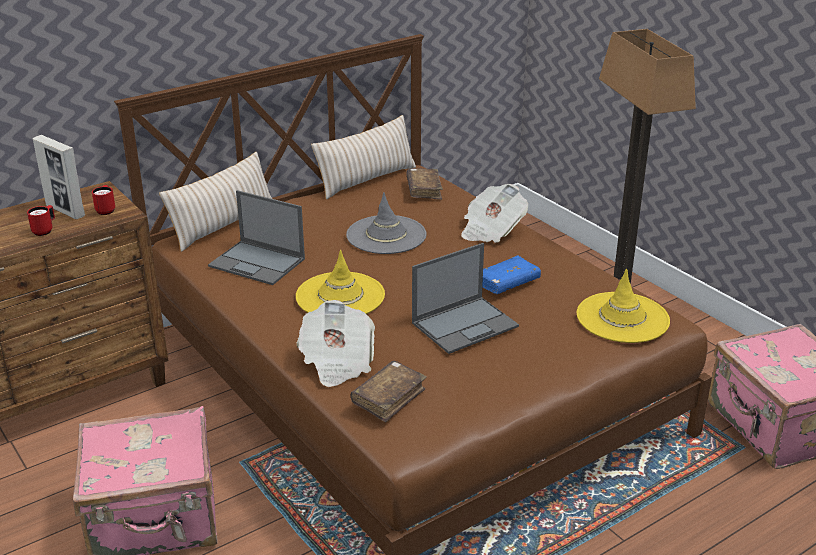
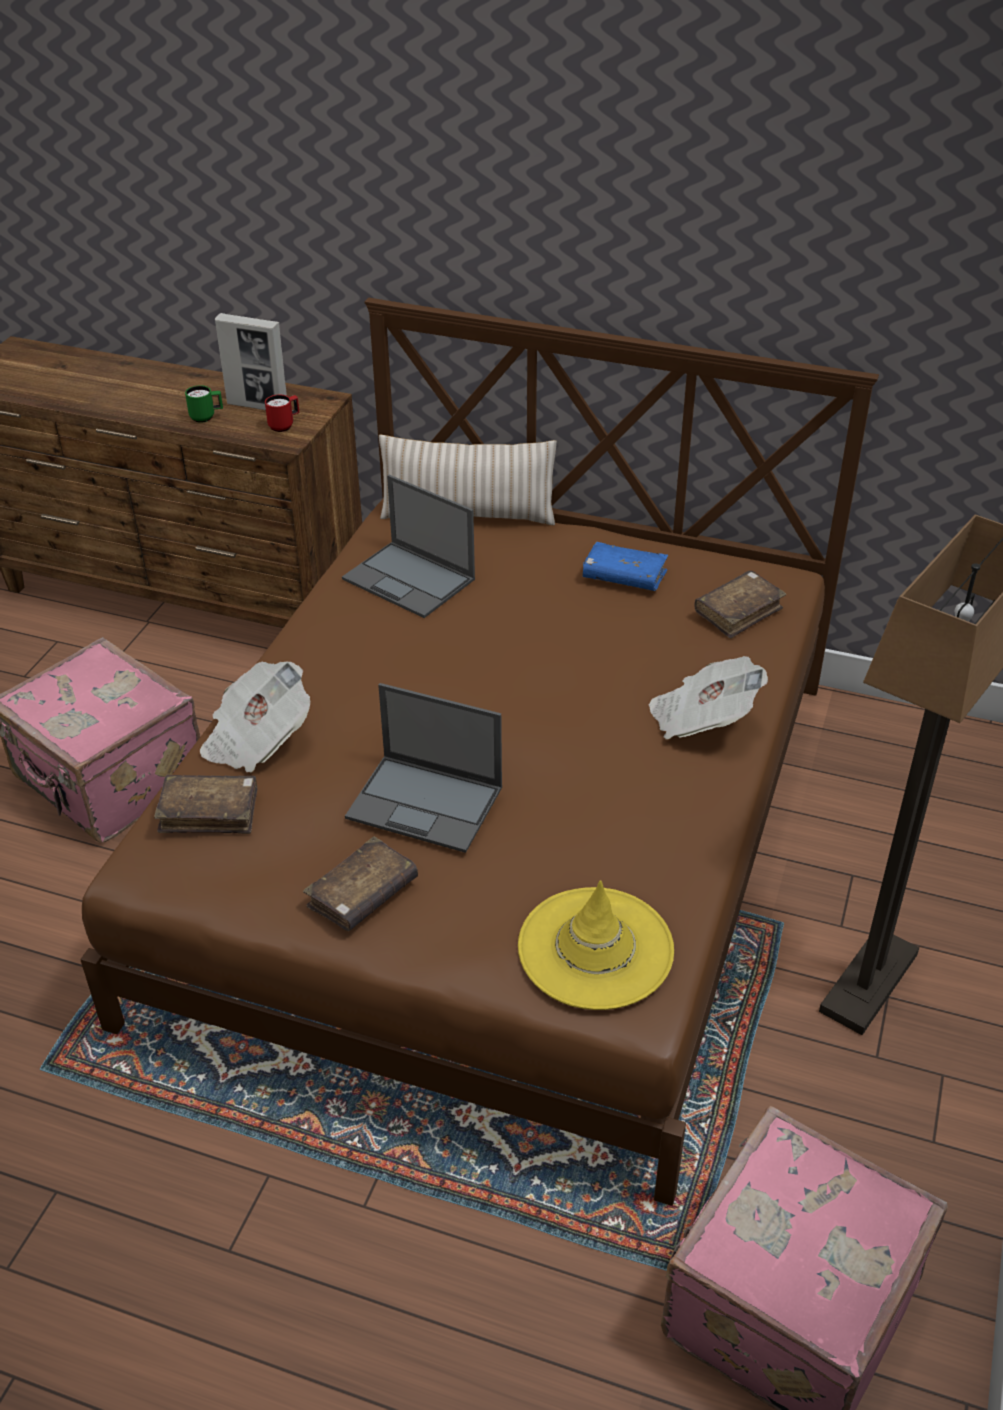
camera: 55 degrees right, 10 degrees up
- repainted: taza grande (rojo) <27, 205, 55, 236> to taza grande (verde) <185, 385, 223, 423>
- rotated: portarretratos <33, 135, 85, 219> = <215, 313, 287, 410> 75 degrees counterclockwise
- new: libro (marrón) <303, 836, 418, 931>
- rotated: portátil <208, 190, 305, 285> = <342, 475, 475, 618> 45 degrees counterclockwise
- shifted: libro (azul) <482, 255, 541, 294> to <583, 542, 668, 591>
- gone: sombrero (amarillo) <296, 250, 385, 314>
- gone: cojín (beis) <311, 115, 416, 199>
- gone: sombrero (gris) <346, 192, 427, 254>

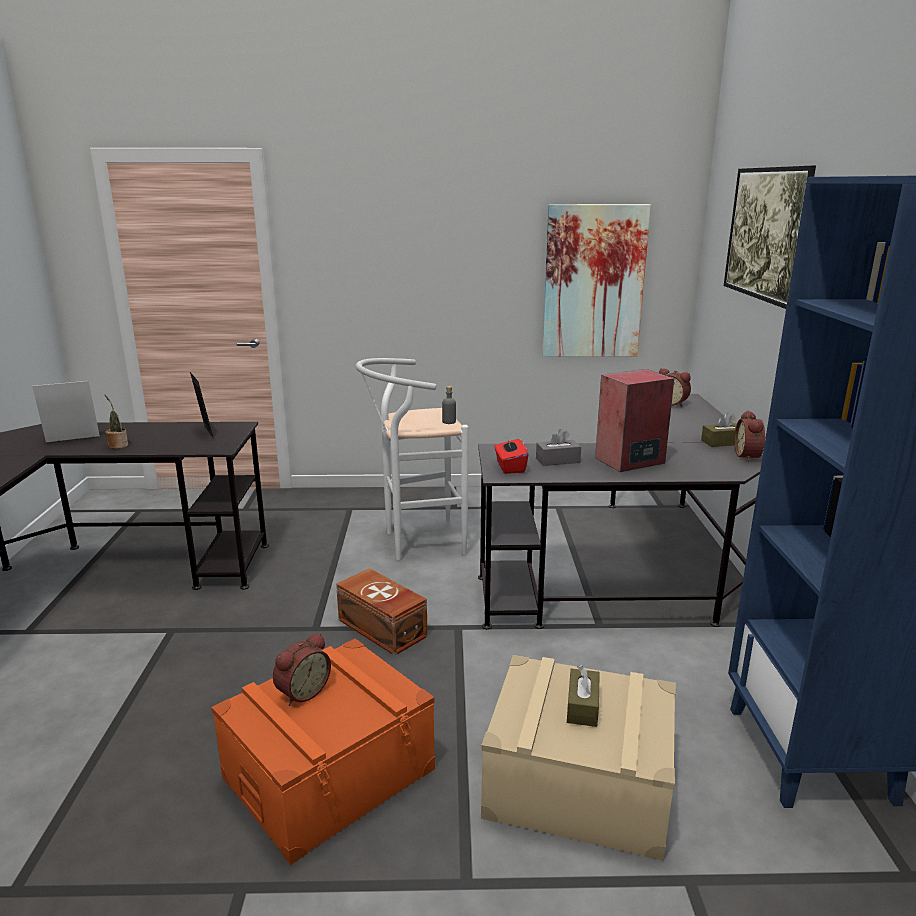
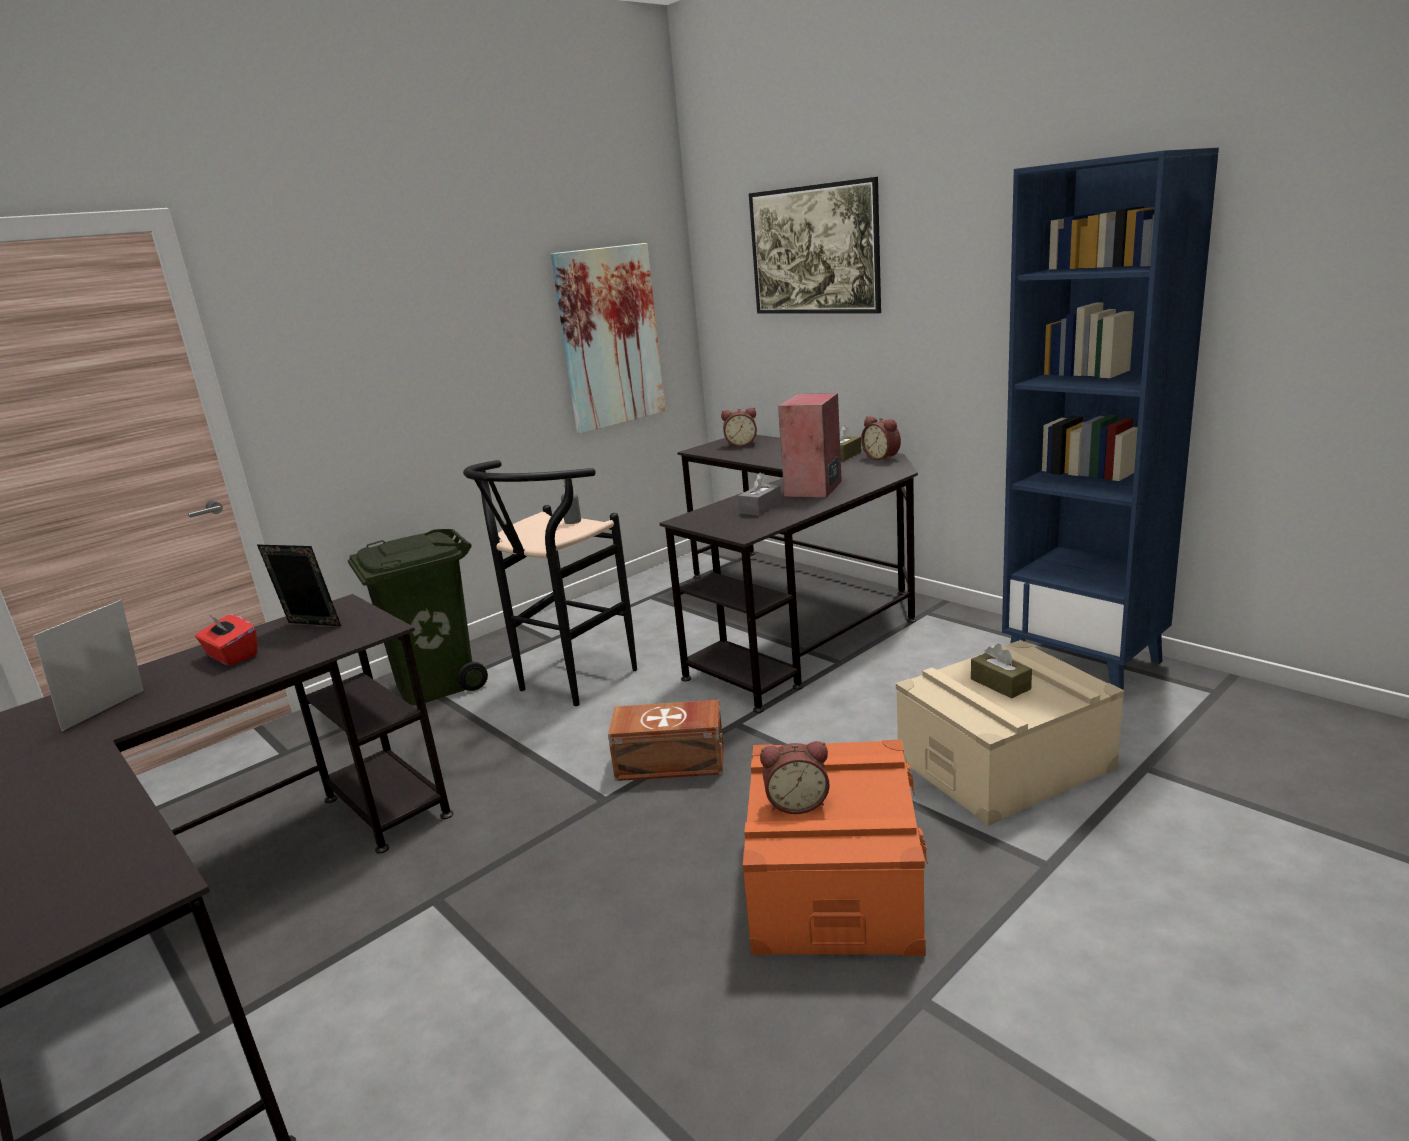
camera: 40 degrees left, 0 degrees up
- shifted: caja de pañuelos (rojo) <494, 438, 528, 474> to <195, 614, 257, 666>
- new: papelera (verde) <348, 529, 488, 705>
- repainted: taburete (blanco) <356, 358, 469, 560> to taburete (negro) <463, 460, 637, 706>
- rotated: despertador <273, 633, 331, 706> = <760, 741, 830, 814> 90 degrees clockwise
- gone: planta en maceta <105, 395, 128, 449>

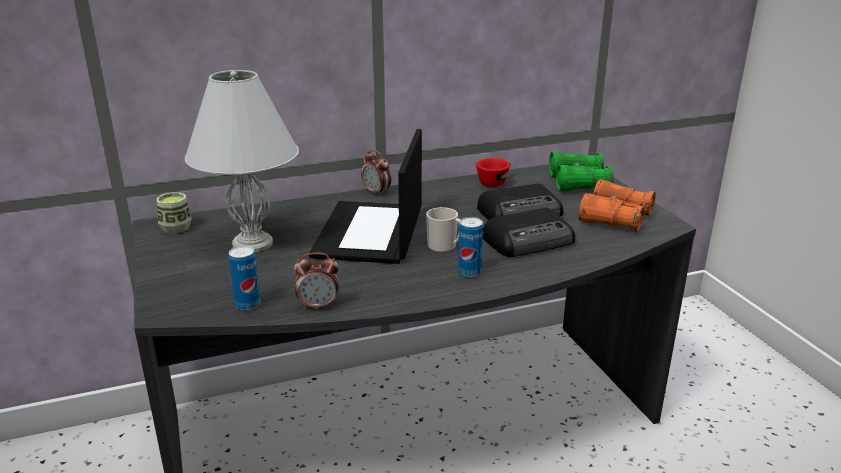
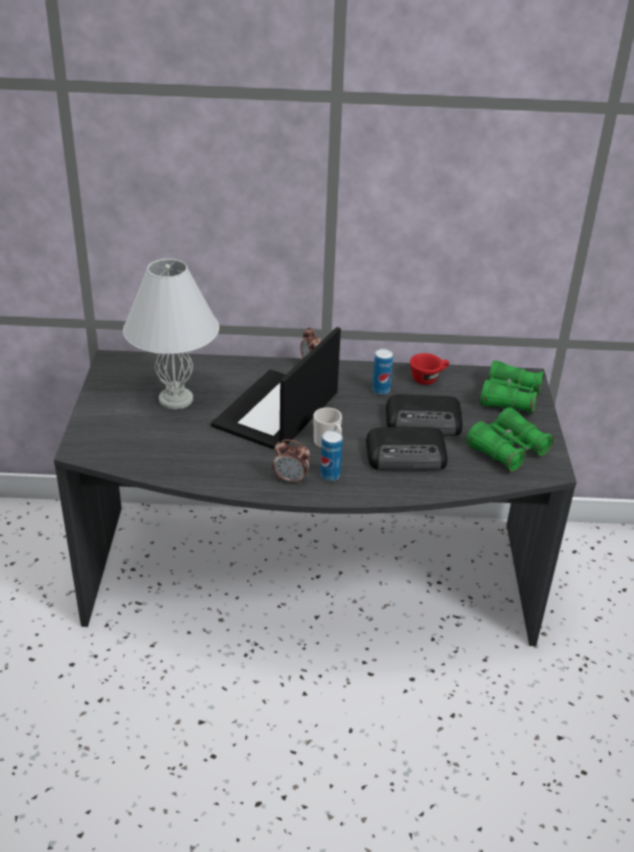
camera: 20 degrees right, 10 degrees up
- shifted: despertador <294, 252, 339, 310> to <273, 439, 310, 484>
- shifted: lata <229, 246, 260, 310> to <372, 349, 393, 395>
- repainted: prismáticos (naranja) <579, 179, 656, 231> to prismáticos (verde) <467, 407, 554, 472>
- gone: taza <157, 192, 191, 234>

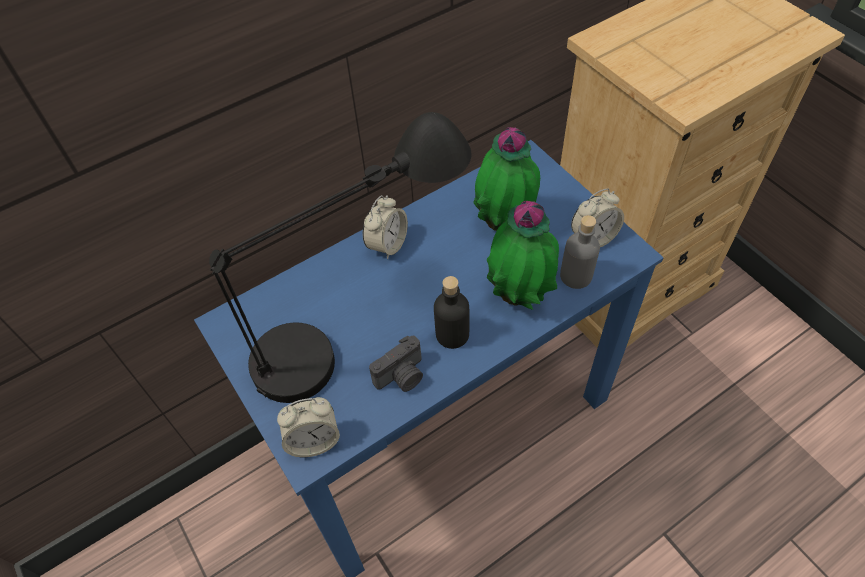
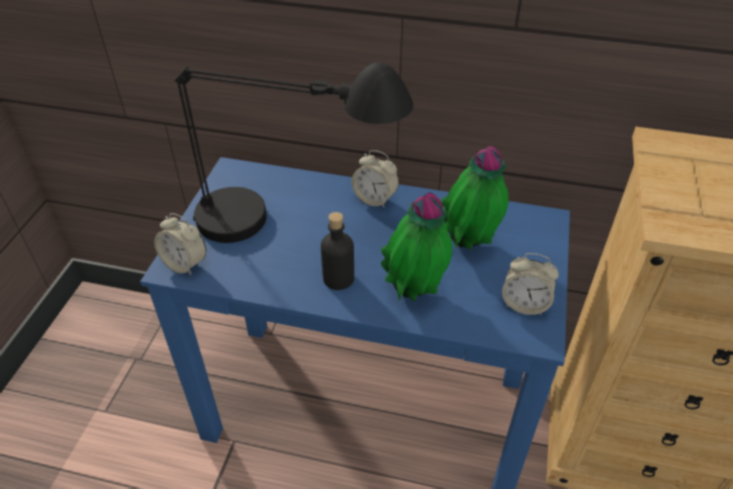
camera: 45 degrees right, 10 degrees down
- rotated: despertador <363, 195, 408, 259> = <352, 150, 399, 208> 45 degrees clockwise
- gone: cámara <369, 336, 423, 392>
- gone: botella (gris) <560, 215, 600, 289>

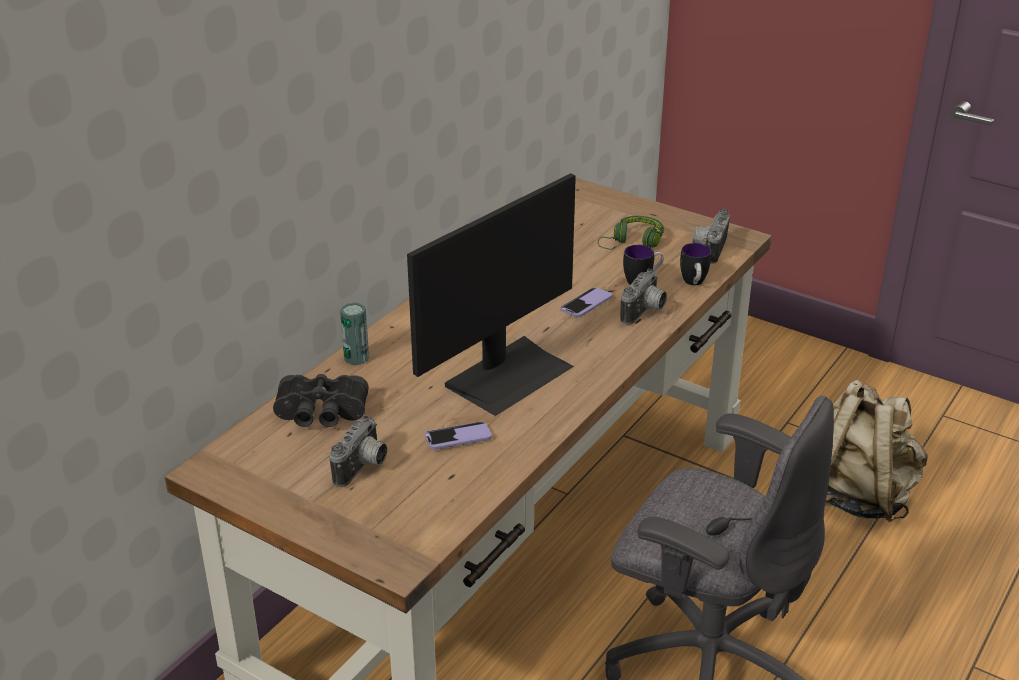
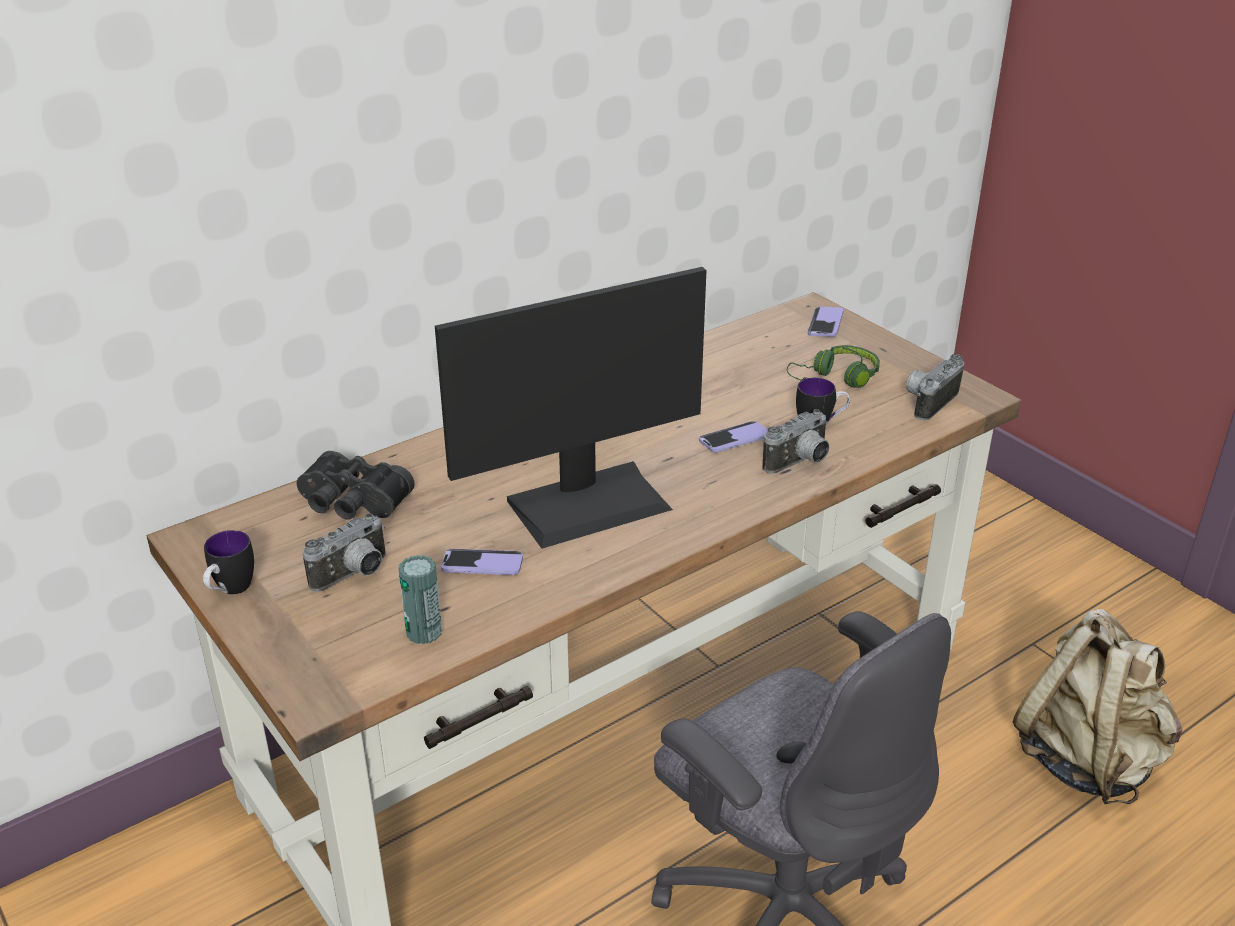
camera: 20 degrees right, 0 degrees up
- shifted: taza grande <680, 243, 711, 285> to <203, 530, 254, 594>
- shifted: lata <340, 302, 369, 365> to <398, 555, 442, 644>
- new: móvil <808, 307, 844, 337>

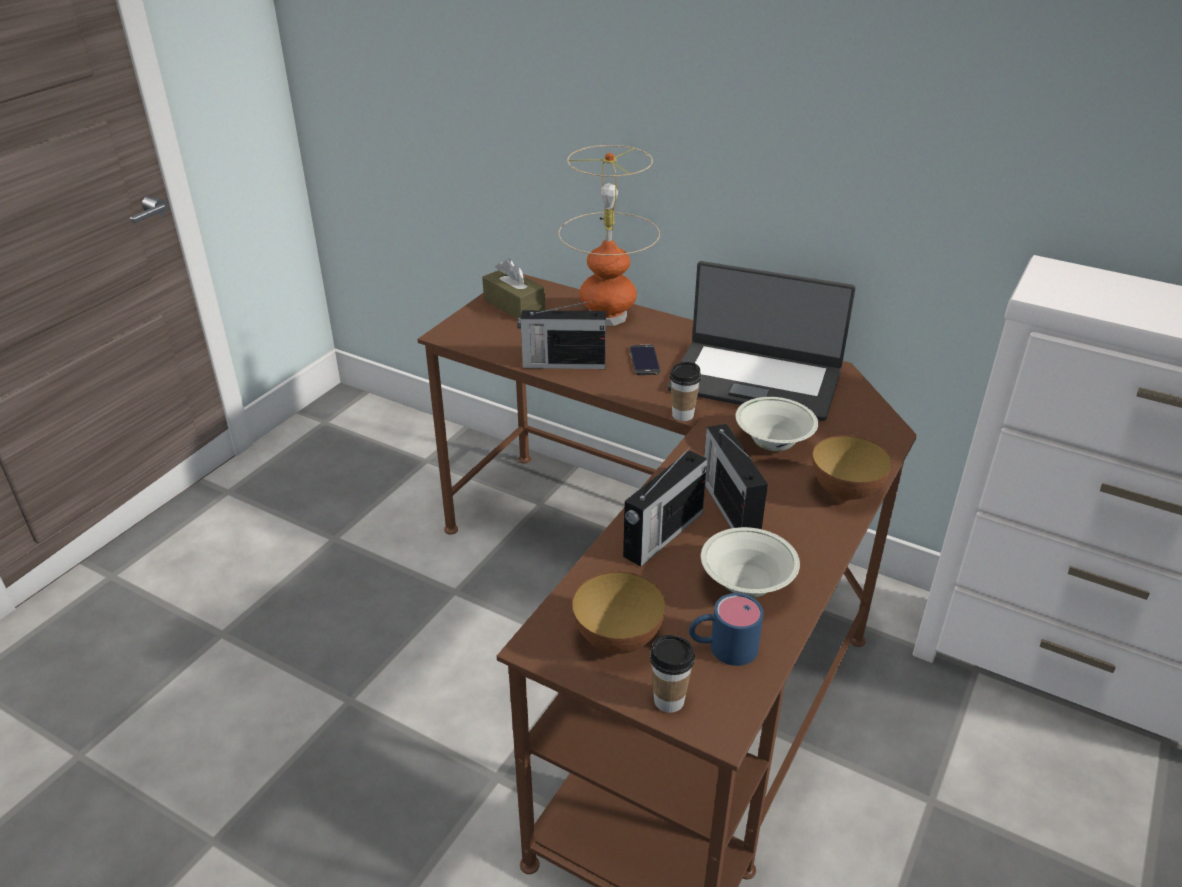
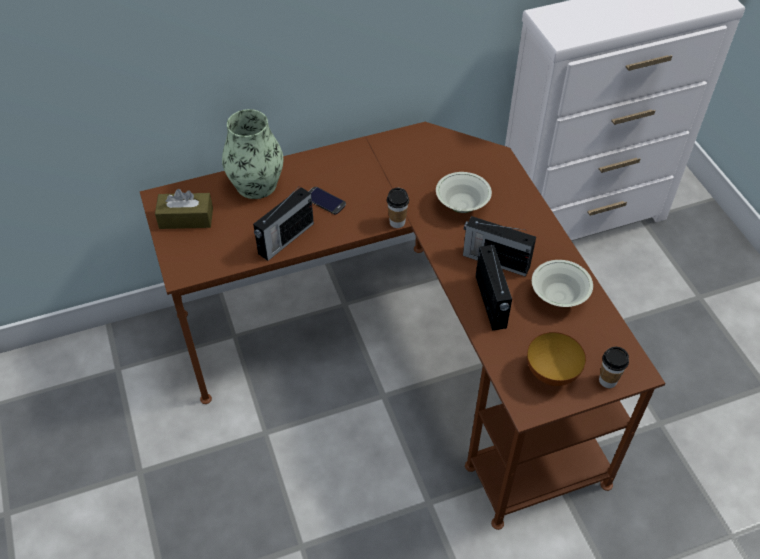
camera: 50 degrees left, 15 degrees up
- swapped: lámpara de mesa <558, 145, 660, 326> to florero <222, 109, 283, 199>
- gone: portátil <668, 261, 856, 421>
- gone: taza grande (azul) <689, 593, 764, 666>
- gone: cuenco <812, 435, 892, 501>

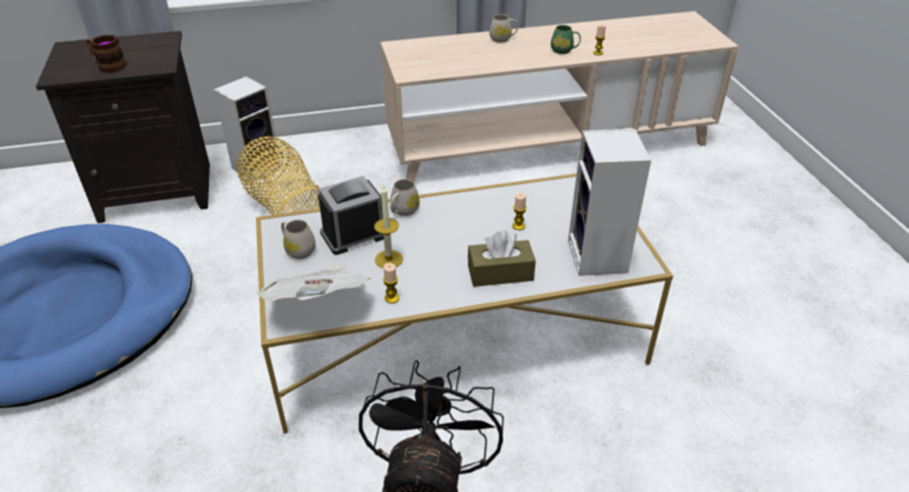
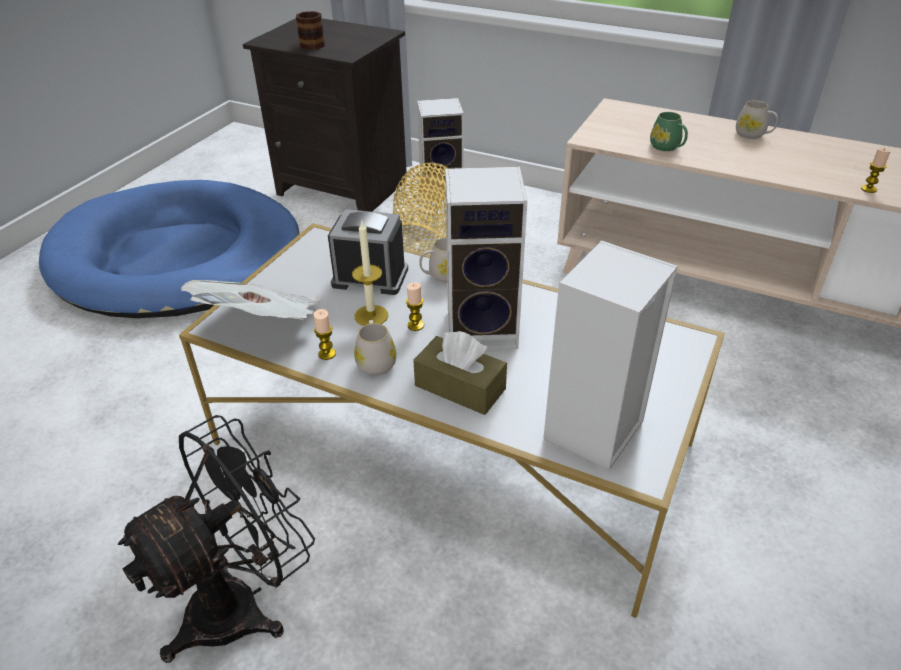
camera: 40 degrees right, 0 degrees up
- shifted: taza grande (blanco) <281, 220, 316, 259> to <354, 320, 396, 376>
- shifted: vela <512, 193, 527, 230> to <406, 282, 424, 331>
- new: altavoz <445, 167, 527, 350>
- shifted: taza grande (verde) <551, 25, 581, 54> to <650, 112, 688, 151>

